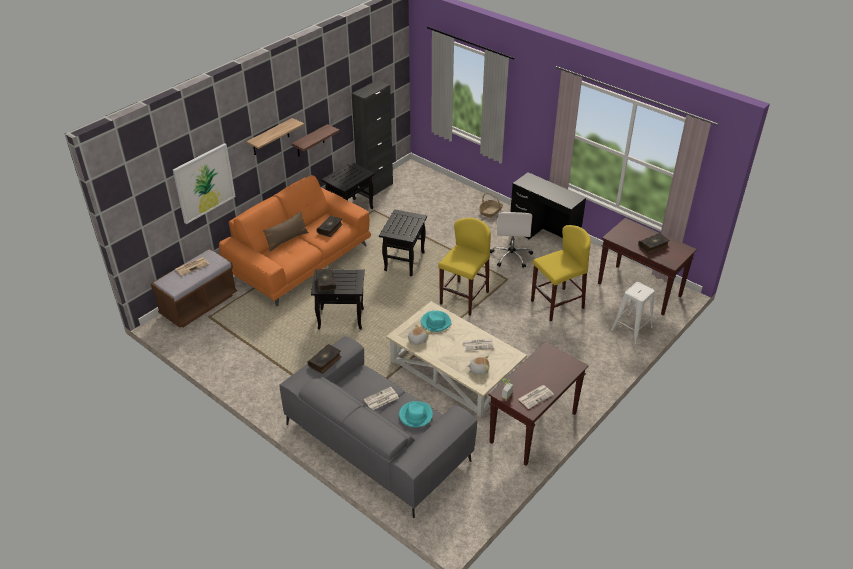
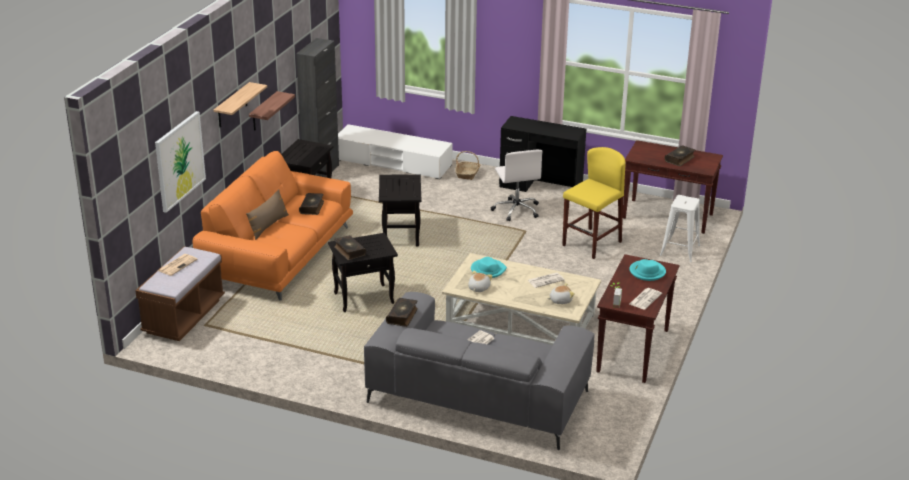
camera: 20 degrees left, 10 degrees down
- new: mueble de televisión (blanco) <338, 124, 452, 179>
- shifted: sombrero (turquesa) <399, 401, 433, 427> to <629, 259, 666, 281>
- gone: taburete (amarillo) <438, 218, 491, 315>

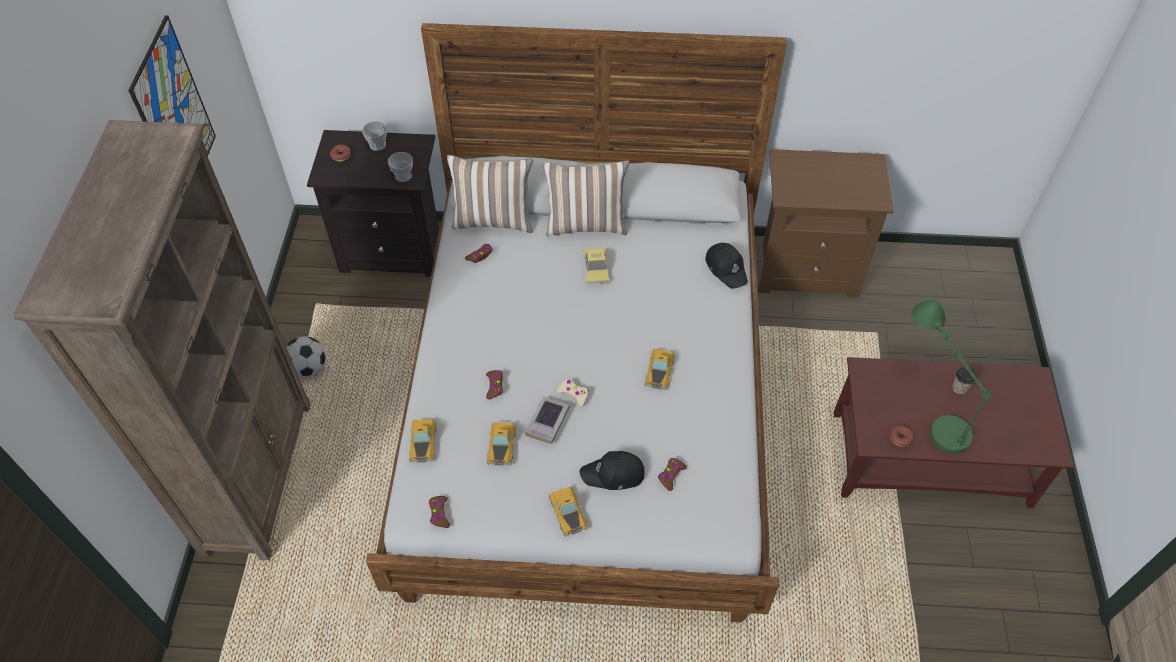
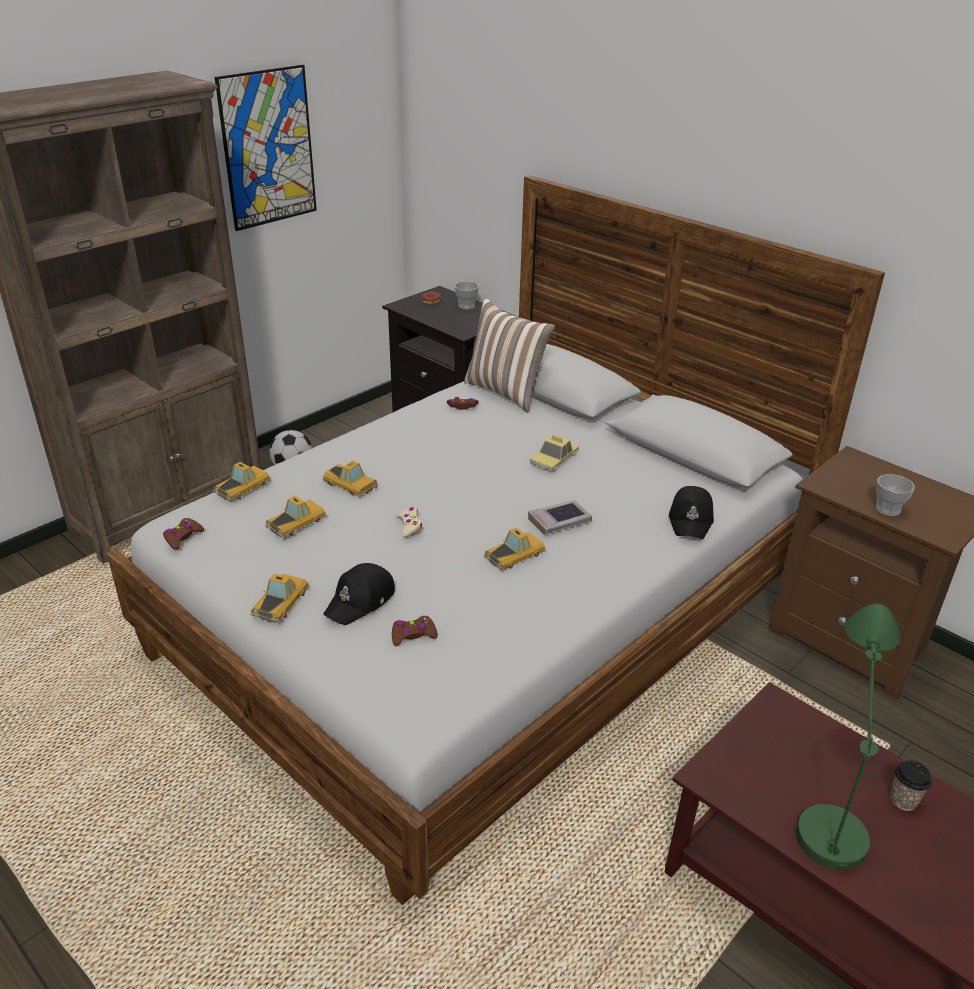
camera: 40 degrees right, 20 degrees down
- swapped: mando de consola (marrón) <486, 370, 503, 399> to coche de juguete <323, 461, 378, 497>
- rotated: gorra (negro) <579, 451, 645, 490> = <323, 563, 395, 625> 90 degrees counterclockwise
- shifted: libro <525, 397, 570, 444> to <528, 500, 592, 535>
- shifted: taza <388, 152, 413, 182> to <876, 474, 915, 516>
- gone: cojín <542, 161, 630, 236>
- gone: rosquilla <890, 425, 914, 447>

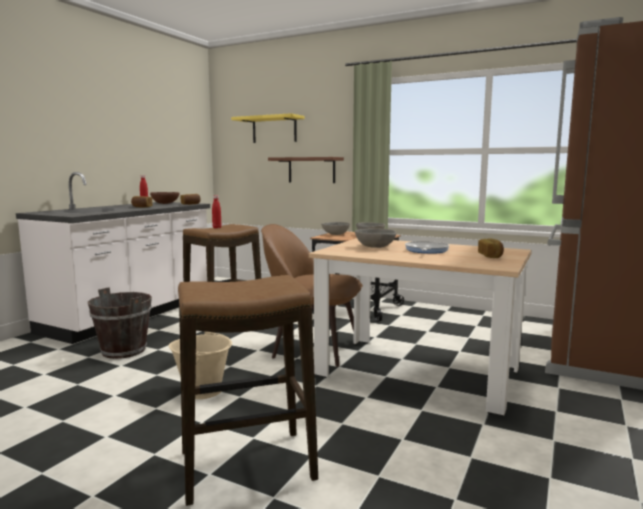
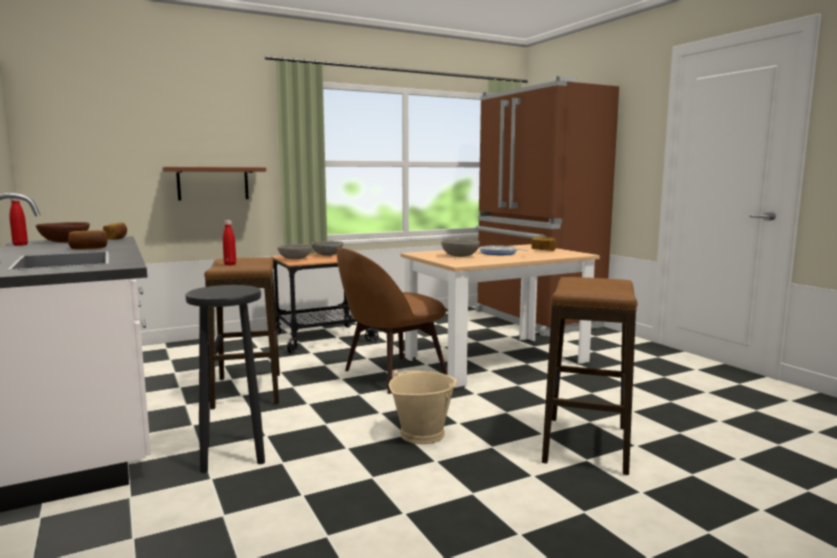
camera: 55 degrees left, 0 degrees up
- swapped: cubo (marrón) <88, 287, 152, 359> to taburete (negro) <185, 285, 265, 473>
- gone: estante (amarillo) <231, 113, 304, 143>

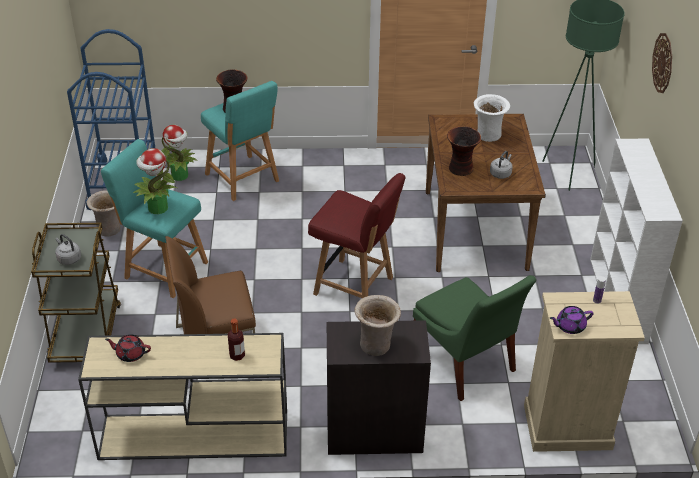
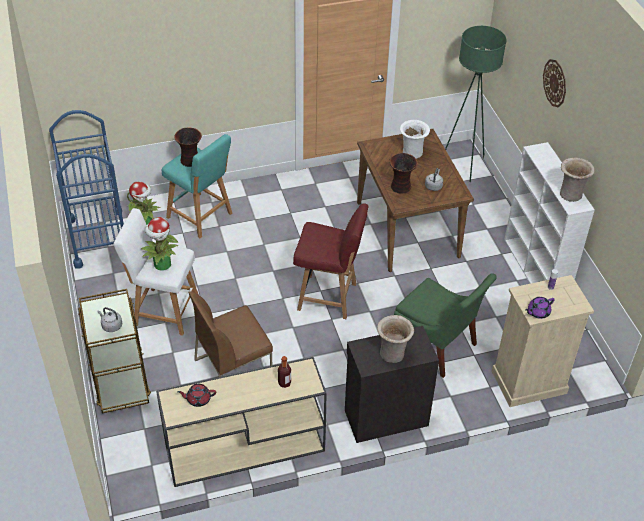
camera: 15 degrees left, 5 degrees up
- repainted: taburete (turquesa) <101, 139, 208, 298> to taburete (blanco) <114, 208, 199, 336>
- shifted: florero (beis) <87, 190, 120, 237> to <560, 158, 595, 202>

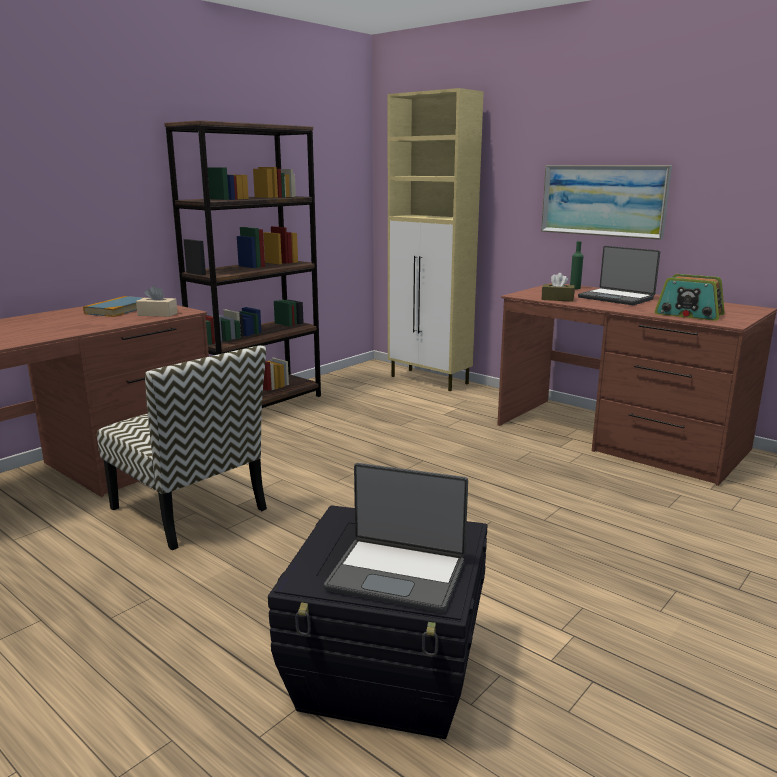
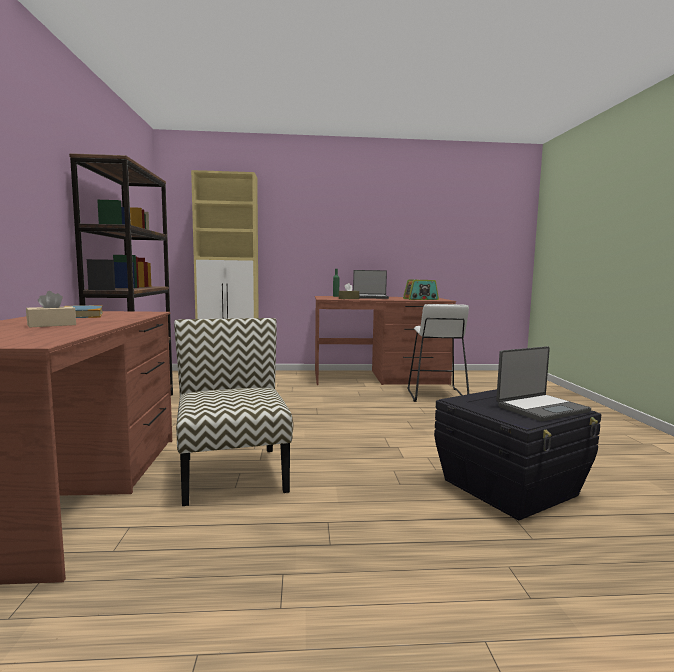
camera: 45 degrees left, 10 degrees down
- shifted: caja de pañuelos (beis) <136, 285, 178, 317> to <26, 291, 76, 328>
- rotated: silla <97, 345, 267, 550> = <174, 318, 293, 506> 105 degrees counterclockwise
- new: taburete (blanco) <407, 304, 469, 402>
- gone: cuadro <541, 165, 672, 240>

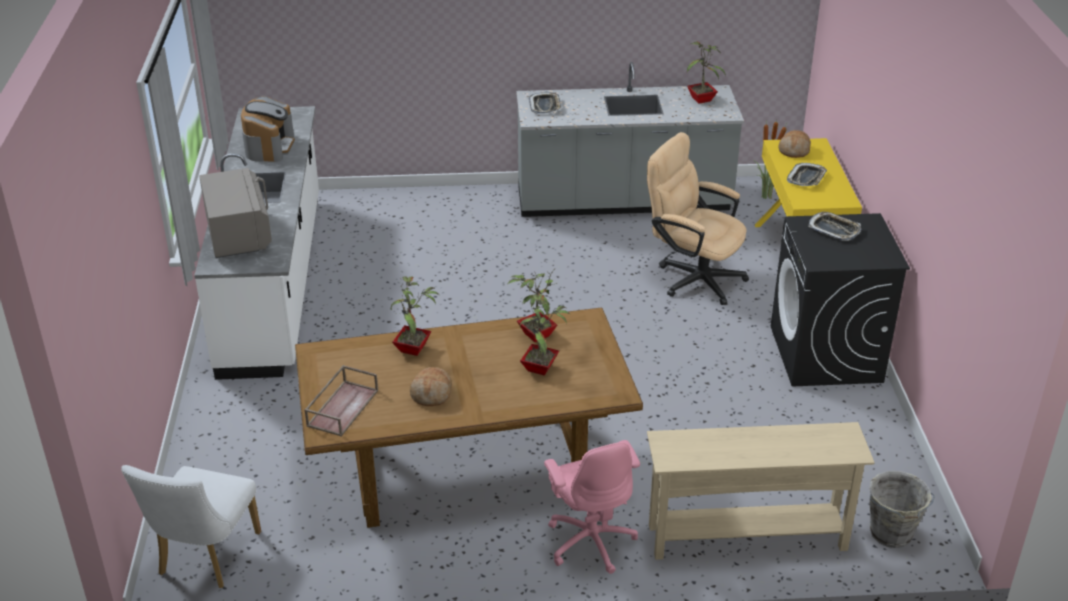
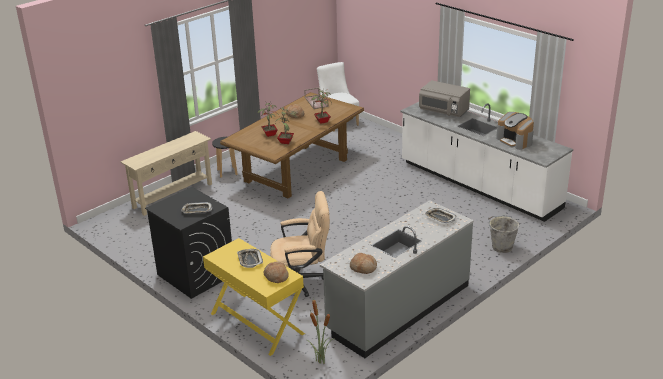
camera: 140 degrees right, 5 degrees down
- swapped: silla de oficina (rosa) <544, 440, 640, 574> to taburete (negro) <212, 137, 238, 178>
- swapped: planta en maceta <687, 42, 726, 104> to pan <350, 253, 377, 274>
- shifted: cubo (gris) <869, 471, 935, 548> to <488, 216, 519, 253>

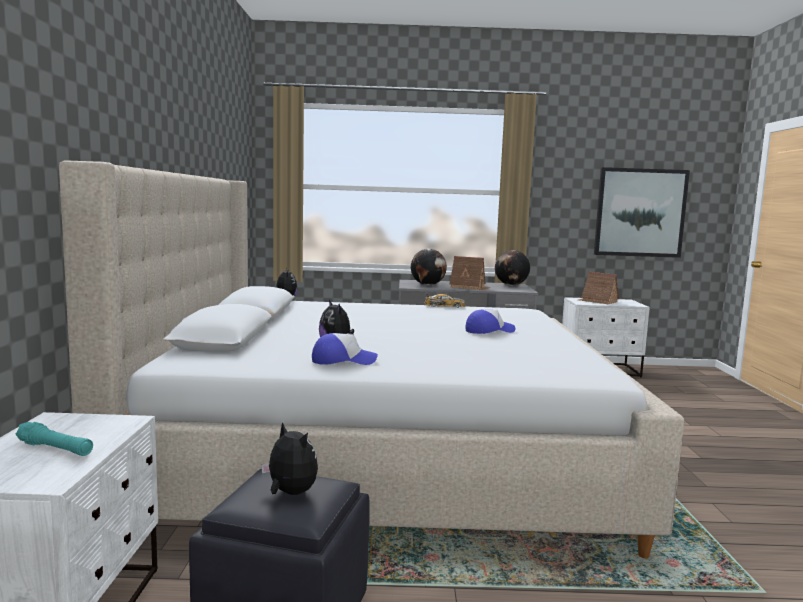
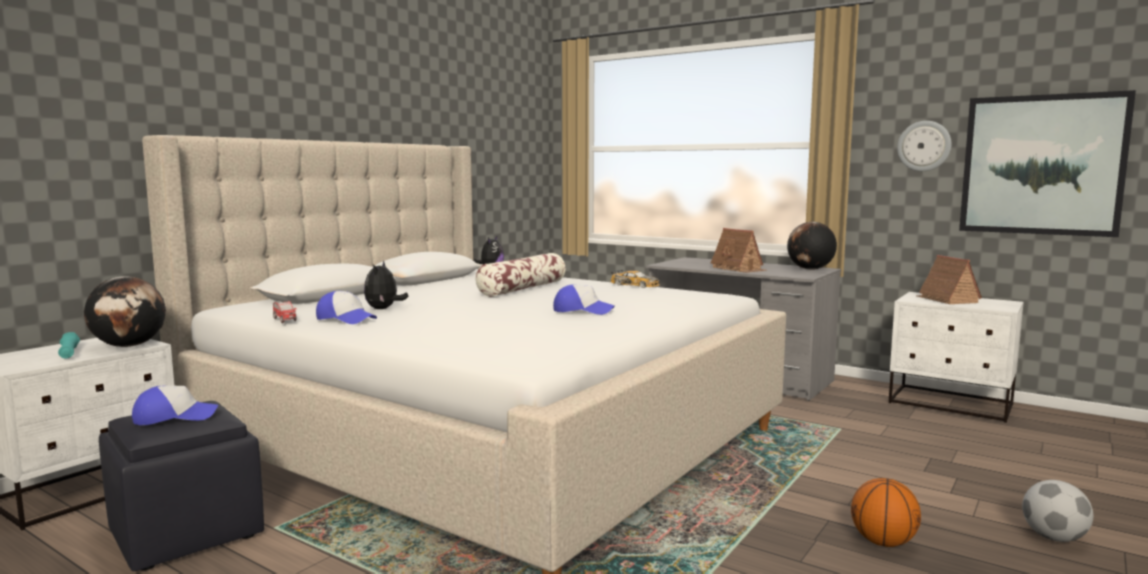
camera: 35 degrees right, 0 degrees up
- shifted: globo terráqueo <411, 249, 447, 285> to <84, 276, 166, 347>
- swapped: peluche <261, 422, 318, 495> to gorra <132, 385, 218, 425>
- new: coche de juguete <273, 301, 297, 324>
- new: cojín <475, 253, 566, 297>
- new: balón de baloncesto <851, 478, 921, 547>
- new: reloj de pared <897, 121, 952, 171>
- new: balón de fútbol <1022, 480, 1093, 542>

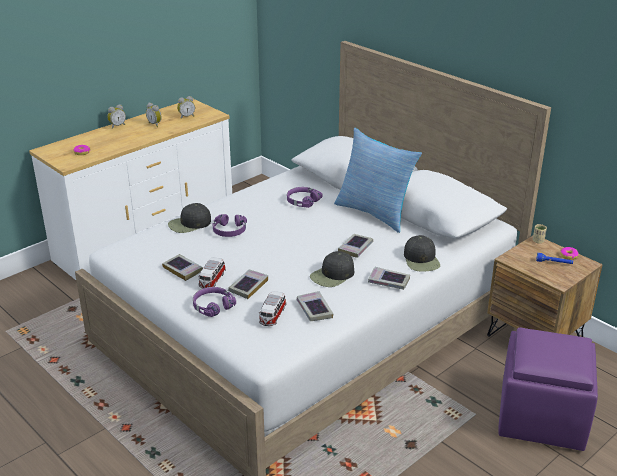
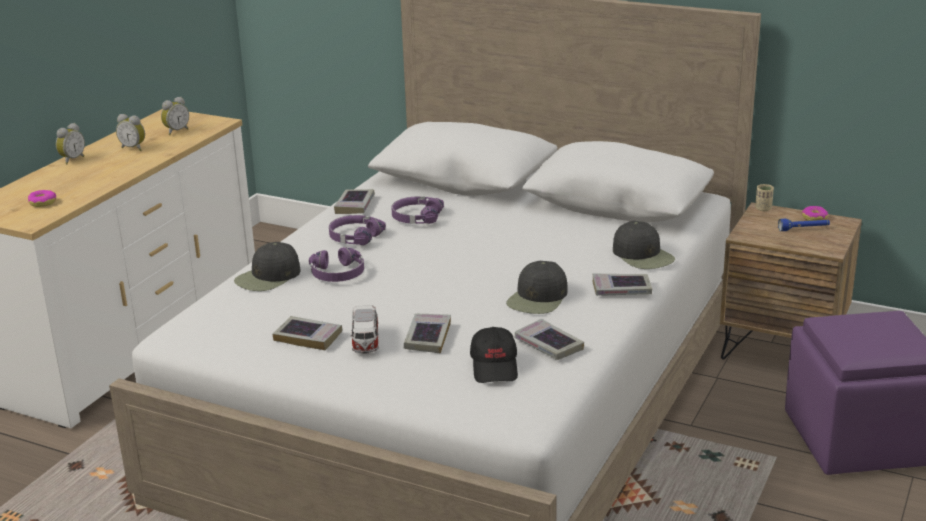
camera: 20 degrees left, 5 degrees down
- shifted: auriculares (morado) <193, 287, 236, 317> to <329, 215, 386, 245>
- shifted: libro <338, 234, 373, 258> to <334, 189, 375, 214>
- swapped: coche de juguete <259, 291, 287, 326> to gorra (negro) <470, 327, 518, 383>
- gone: cojín <334, 128, 422, 233>

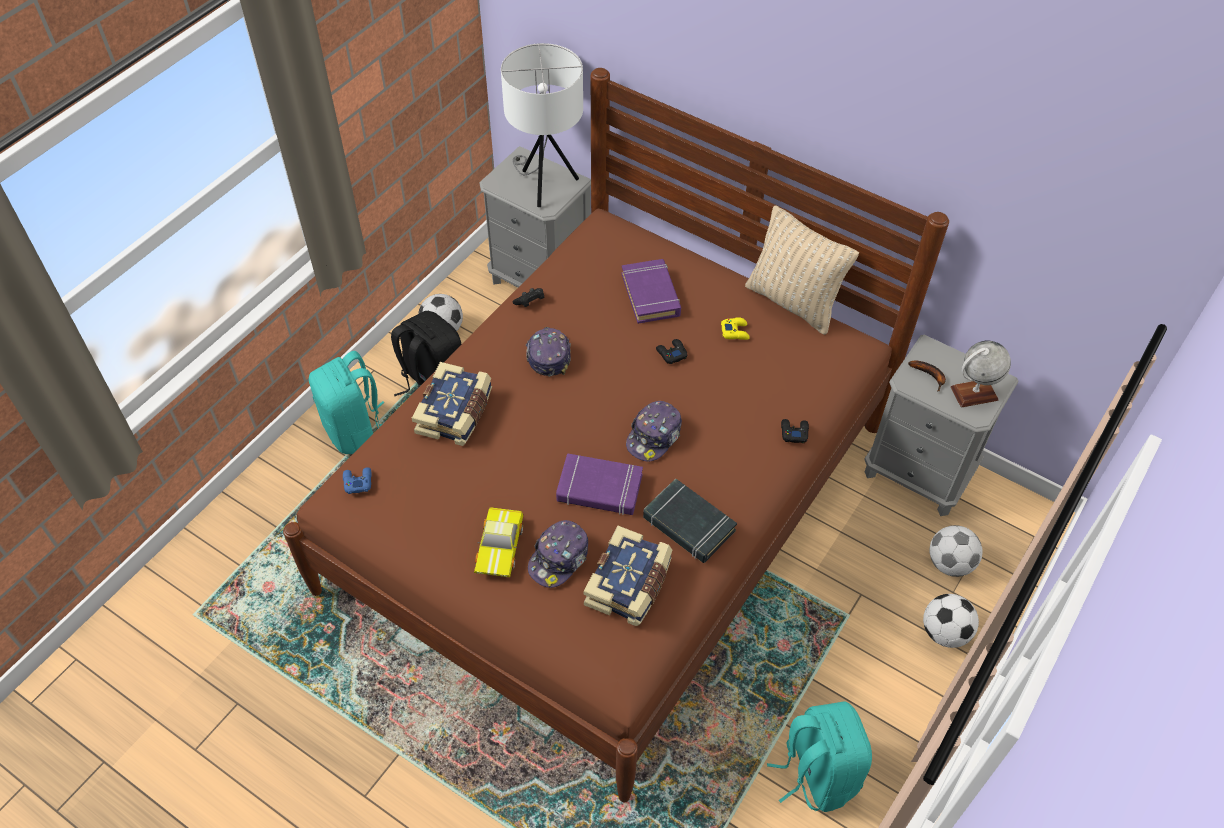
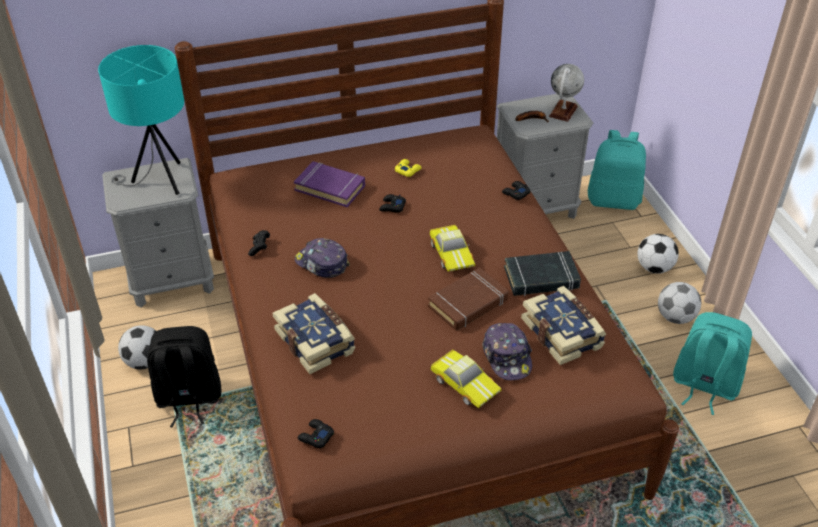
camera: 50 degrees left, 10 degrees down
- repainted: lámpara de mesa (blanco) <501, 43, 583, 207> to lámpara de mesa (turquesa) <98, 45, 184, 195>
- repainted: mando de consola (azul) <343, 467, 371, 494> to mando de consola (negro) <298, 419, 334, 448>
- repainted: libro (morado) <556, 453, 643, 515> to libro (marrón) <428, 267, 508, 331>
- swapped: gorra <626, 401, 682, 462> to coche de juguete <429, 225, 476, 272>
- shifted: mochila (turquesa) <309, 351, 384, 454> to <588, 130, 646, 210>
- shifted: balón de fútbol <929, 525, 983, 577> to <658, 282, 701, 324>
- gone: cojín (beis) <745, 205, 859, 335>

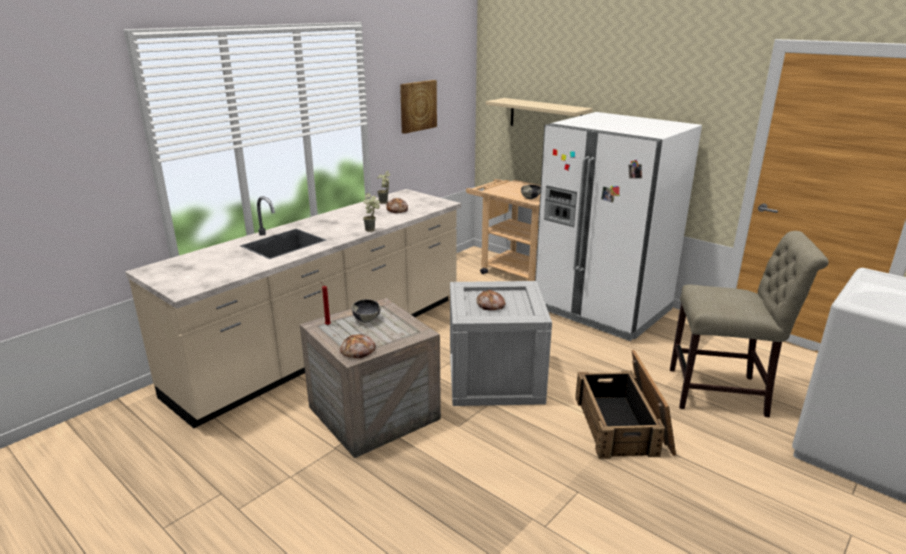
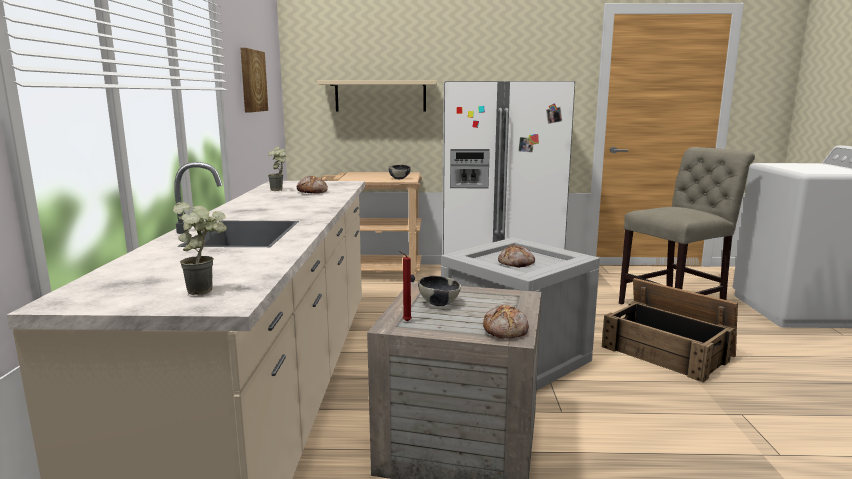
camera: 40 degrees left, 10 degrees down
- shifted: planta en maceta <363, 193, 380, 232> to <173, 202, 227, 295>

